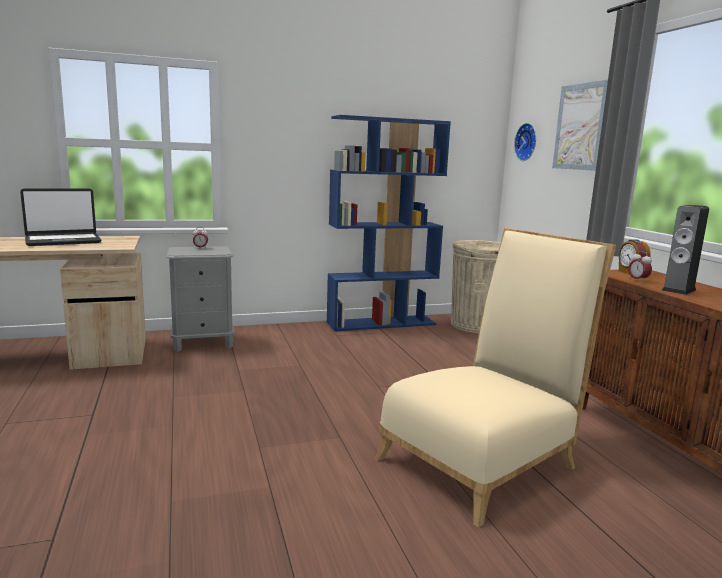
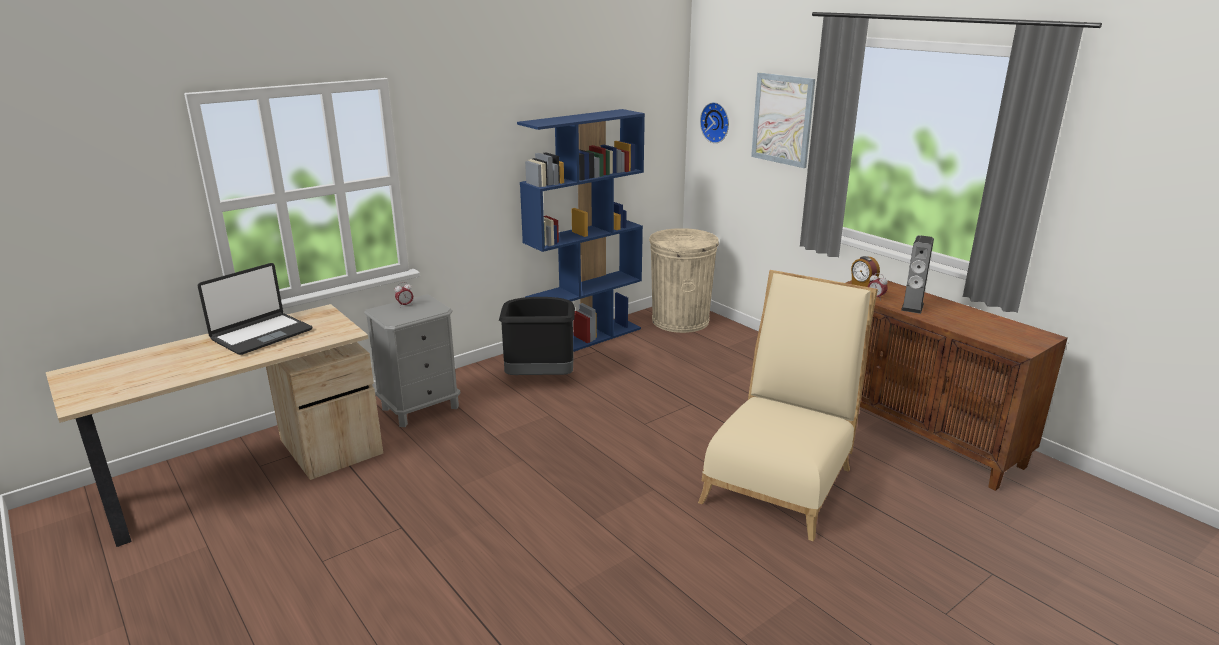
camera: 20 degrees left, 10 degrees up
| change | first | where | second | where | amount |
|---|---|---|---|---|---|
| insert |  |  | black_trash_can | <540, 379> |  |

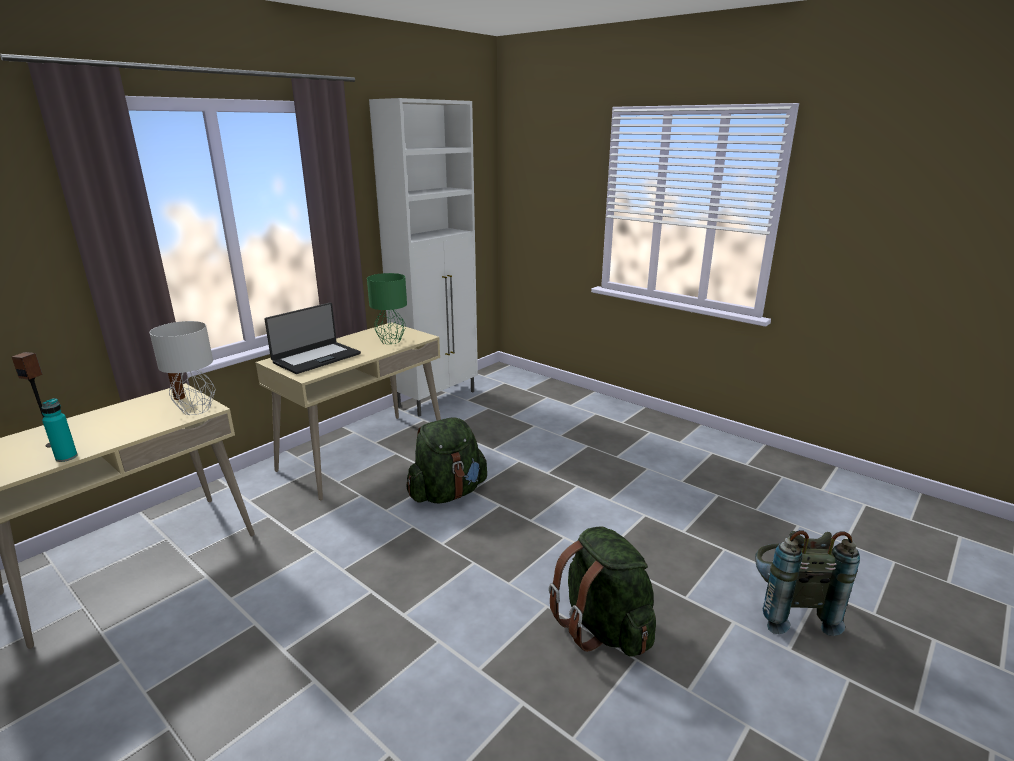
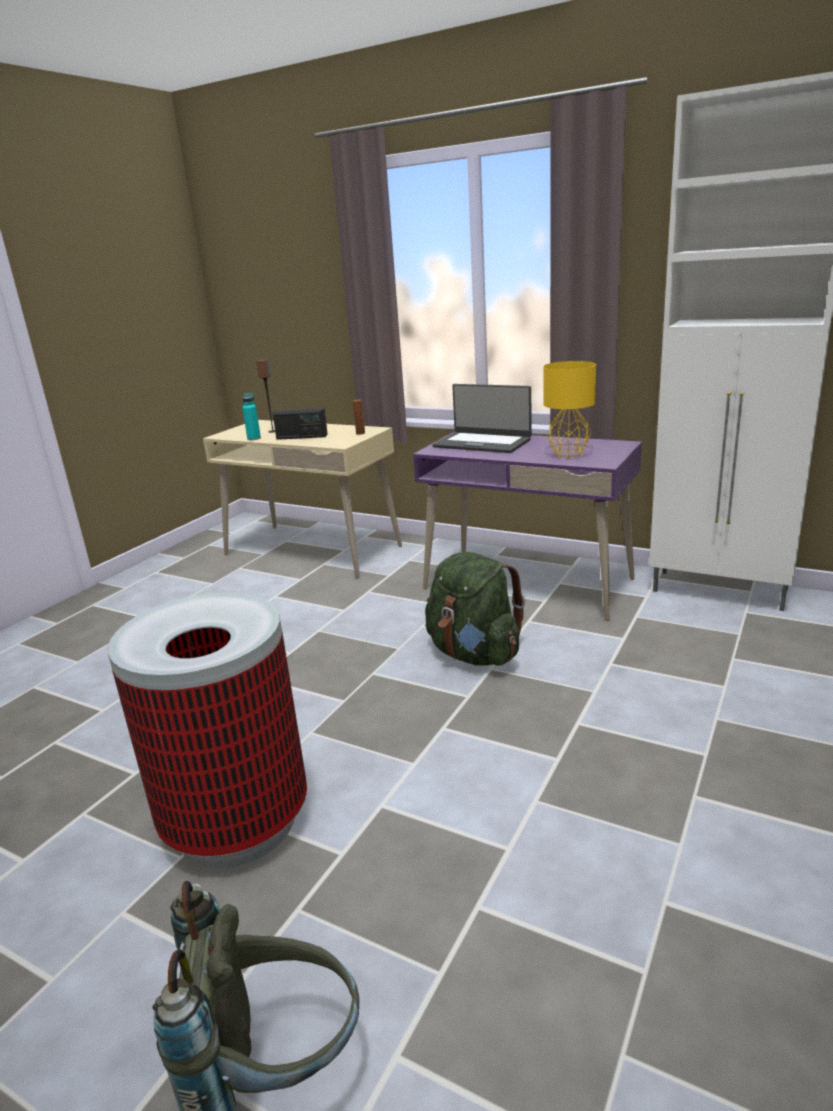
camera: 80 degrees right, 0 degrees up
| change | first | where | second | where | amount |
|---|---|---|---|---|---|
| replace | green_backpack | <603, 626> | trash_can | <237, 821> |  |
| insert |  |  | radio | <302, 437> |  |
| recolor | beige_desk | <363, 454> | purple_desk | <528, 584> |  |
| recolor | green_table_lamp | <390, 341> | yellow_table_lamp | <567, 454> |  |
| delete | grey_table_lamp | <196, 409> |  |  |  |

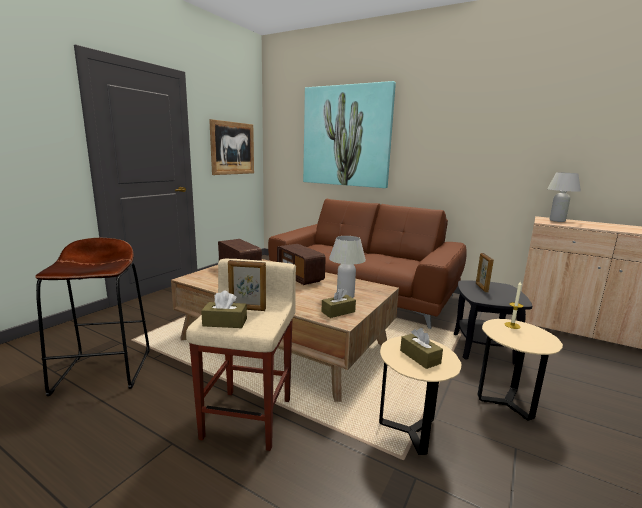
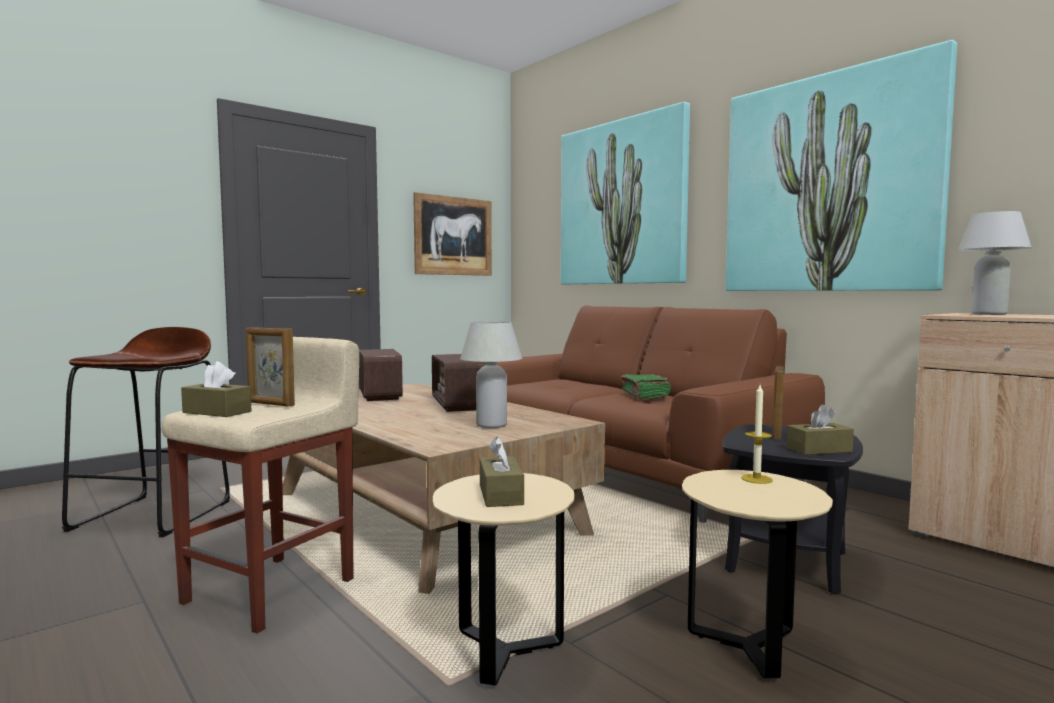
camera: 20 degrees right, 10 degrees down
| change | first | where | second | where | amount |
|---|---|---|---|---|---|
| insert |  |  | green_book | <645, 395> |  |
| insert |  |  | picture | <829, 184> |  |
| move | brown_tissue_box | <338, 312> |  | <819, 450> |  |

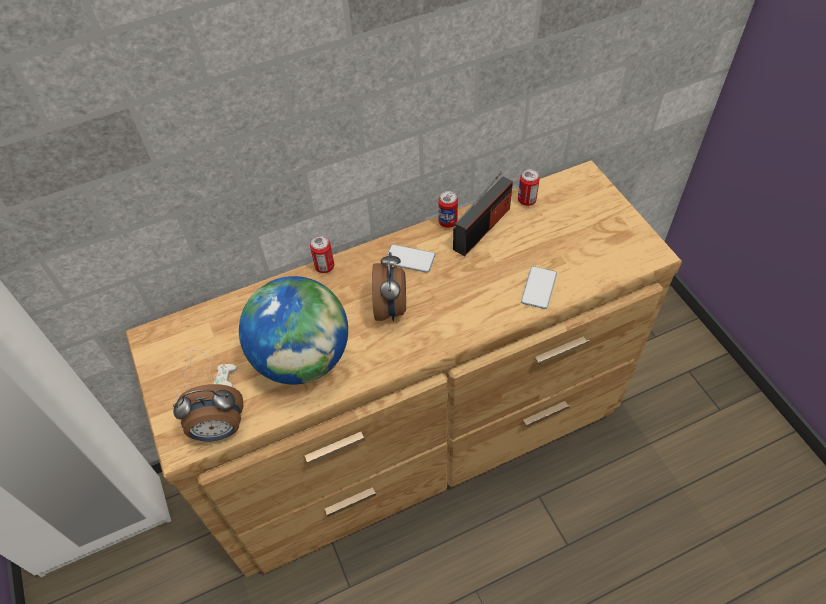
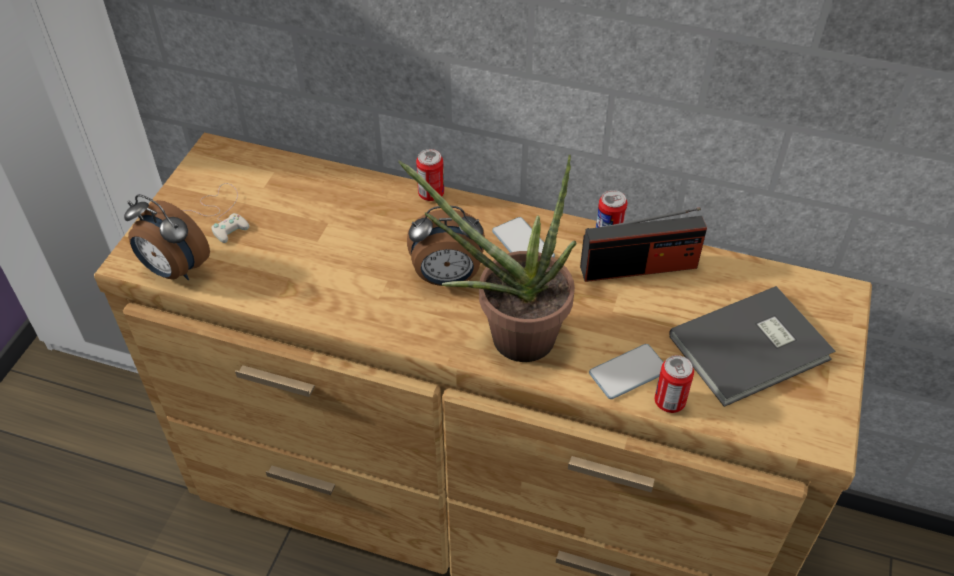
camera: 40 degrees right, 5 degrees down
| change | first | where | second | where | amount |
|---|---|---|---|---|---|
| insert |  |  | potted_plant | <508, 337> |  |
| rotate | alarm_clock | <391, 308> |  | <447, 278> | 45 degrees clockwise |
| move | can | <526, 200> |  | <669, 402> |  |
| insert |  |  | grey_book | <753, 349> |  |
| delete | globe | <303, 358> |  |  |  |

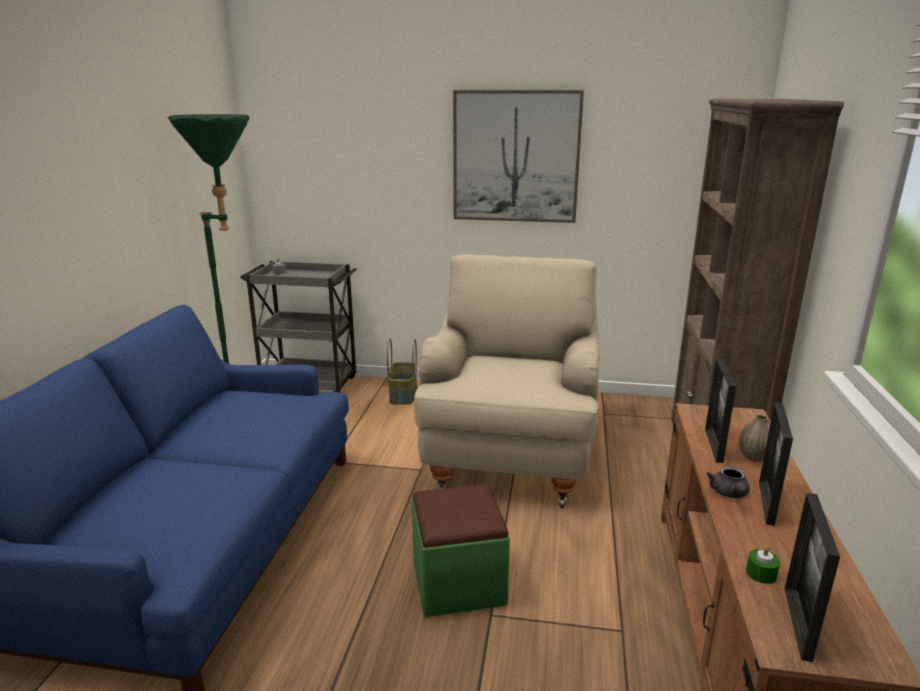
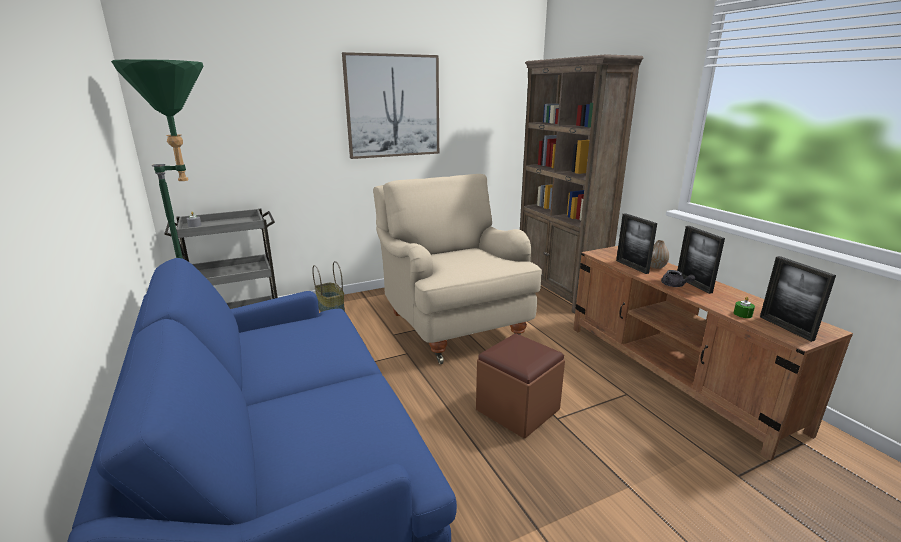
camera: 35 degrees left, 0 degrees up
| change | first | where | second | where | amount |
|---|---|---|---|---|---|
| recolor | green_ottoman | <458, 583> | brown_ottoman | <517, 410> |  |

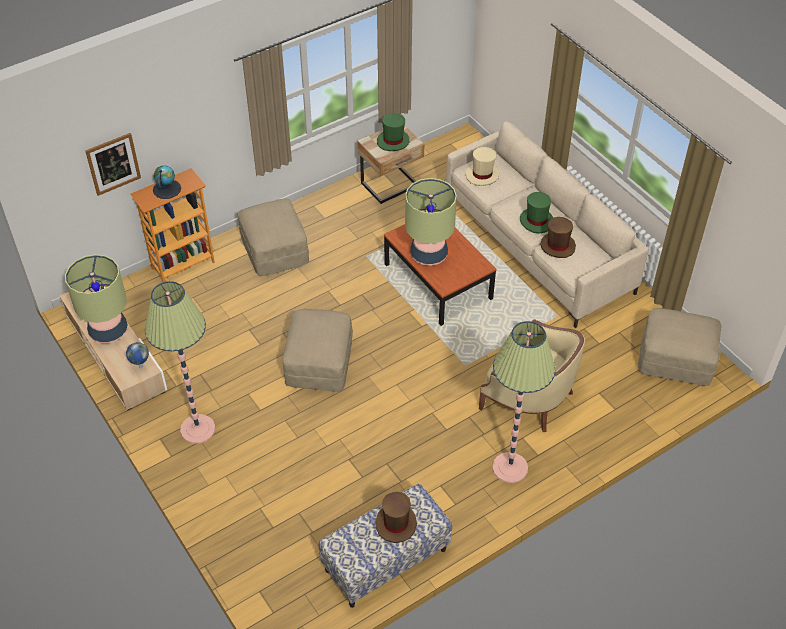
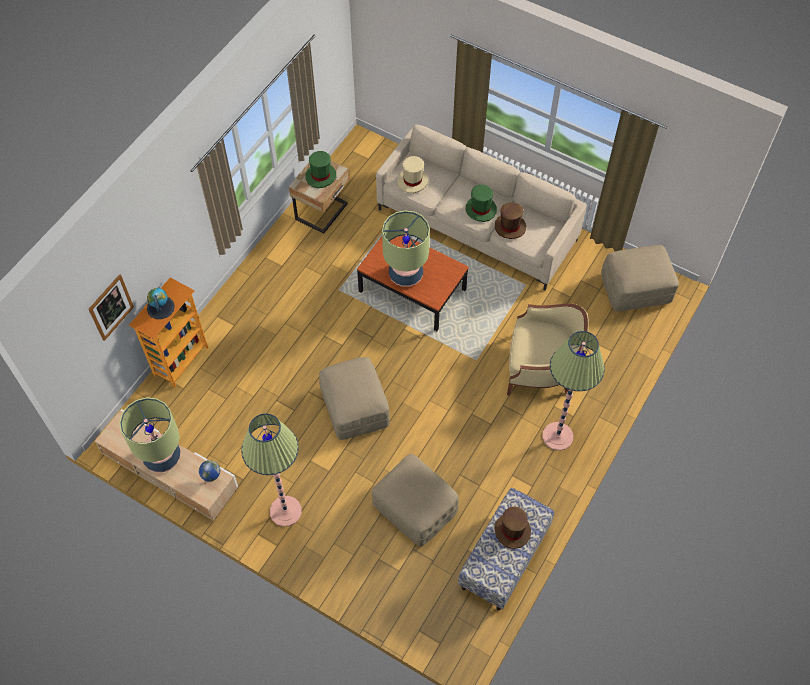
camera: 25 degrees left, 10 degrees up
| change | first | where | second | where | amount |
|---|---|---|---|---|---|
| move | beige_ottoman | <275, 250> |  | <415, 507> |  |

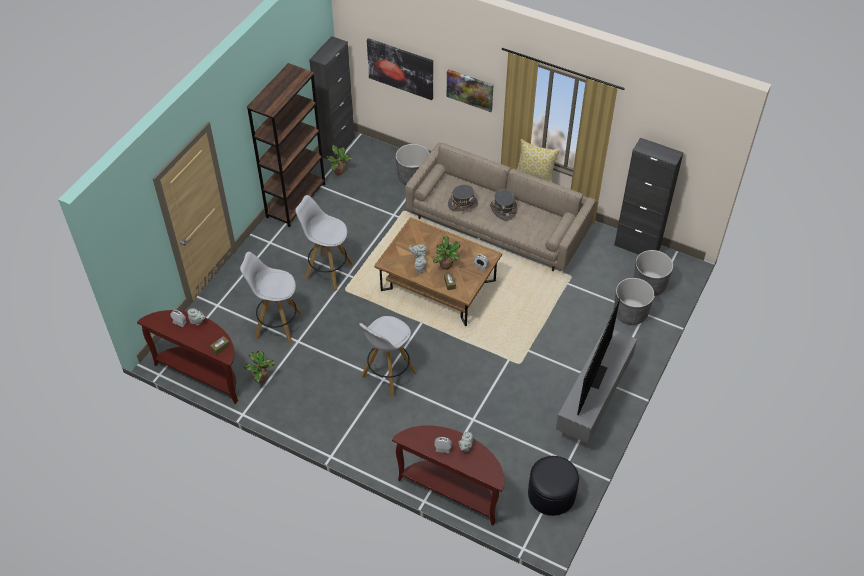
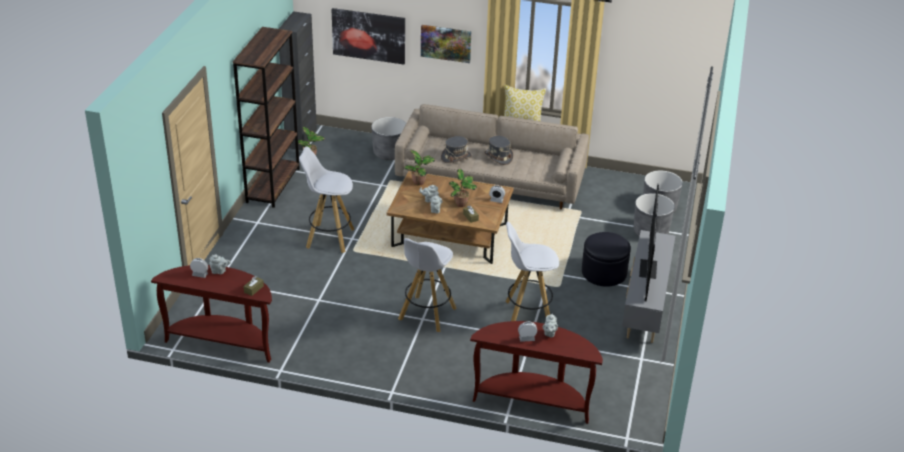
camera: 15 degrees left, 15 degrees down
| change | first | where | second | where | amount |
|---|---|---|---|---|---|
| move | potted_plant | <261, 378> |  | <419, 182> |  |
| move | white_stool | <277, 325> |  | <527, 315> |  |
| move | black_ottoman | <551, 494> |  | <604, 272> |  |
| delete | black_cabinet | <637, 246> |  |  |  |

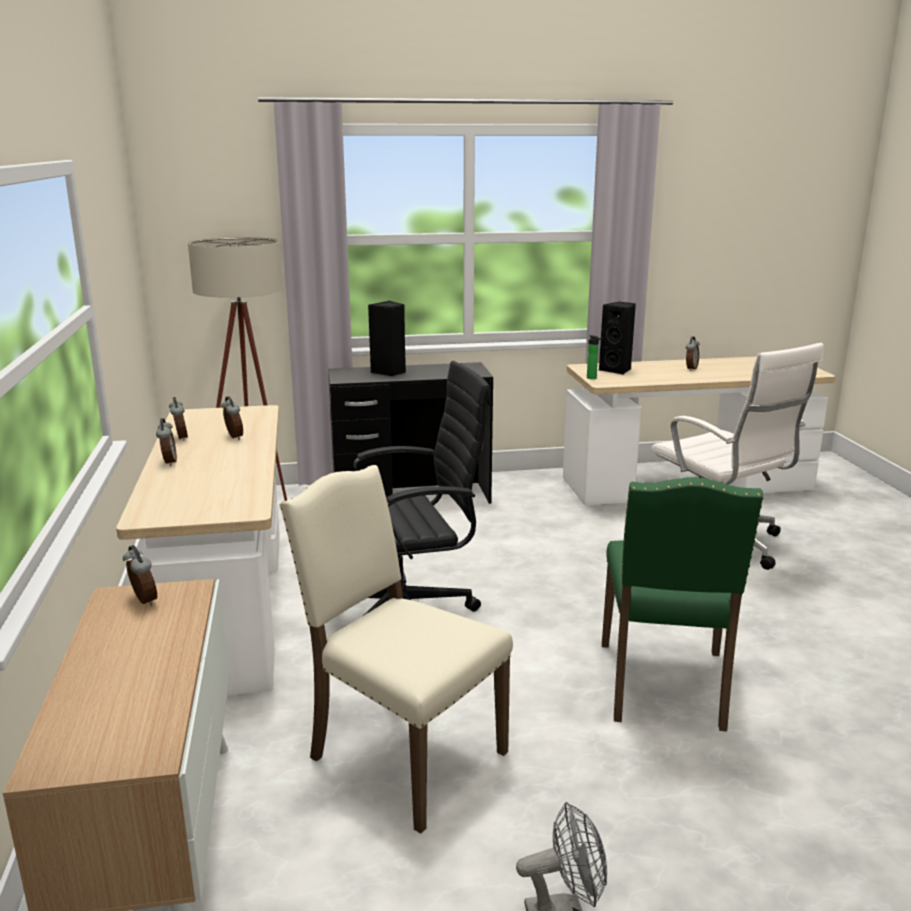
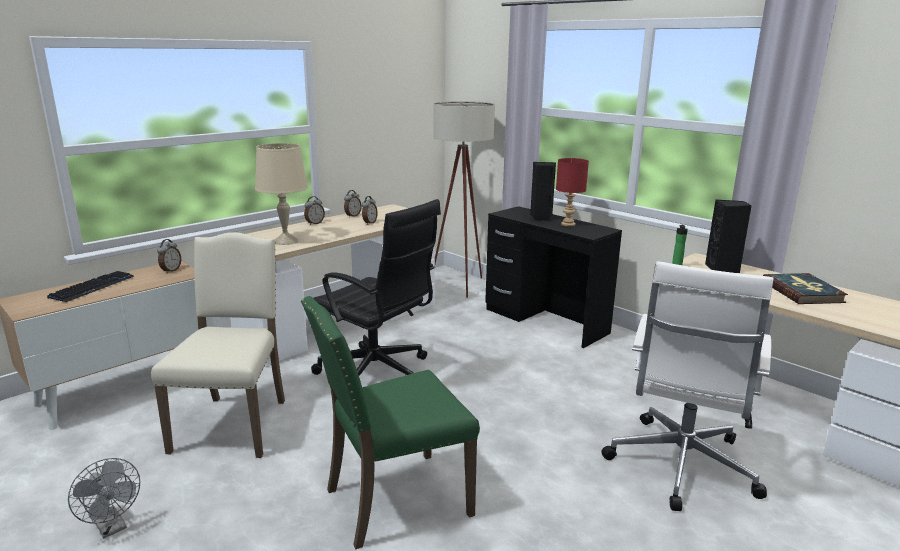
camera: 55 degrees right, 0 degrees up
| change | first | where | second | where | amount |
|---|---|---|---|---|---|
| insert |  |  | keyboard | <93, 287> |  |
| insert |  |  | beige_table_lamp | <285, 241> |  |
| insert |  |  | red_table_lamp | <567, 224> |  |
| replace | alarm_clock | <690, 369> | book | <802, 292> |  |

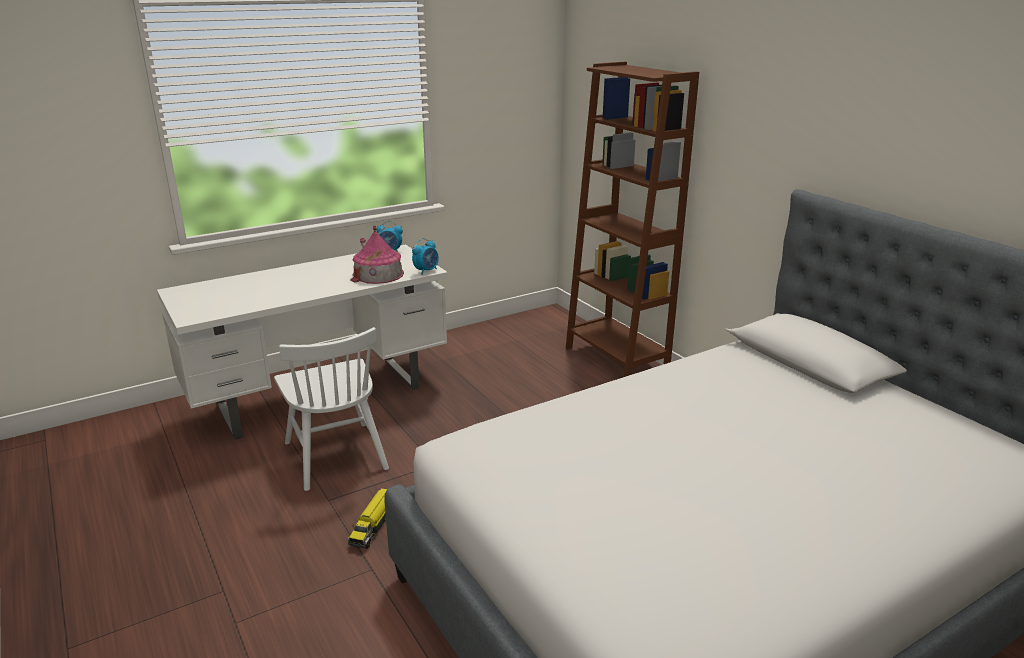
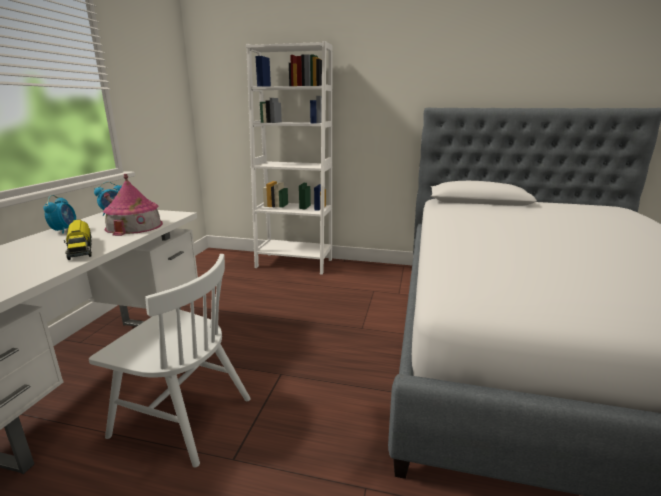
camera: 45 degrees left, 5 degrees down
| change | first | where | second | where | amount |
|---|---|---|---|---|---|
| move | alarm_clock | <426, 271> |  | <64, 230> |  |
| move | toy_truck | <373, 525> |  | <80, 248> |  |
| recolor | brown_bookcase | <616, 360> | white_bookcase | <294, 263> |  |

